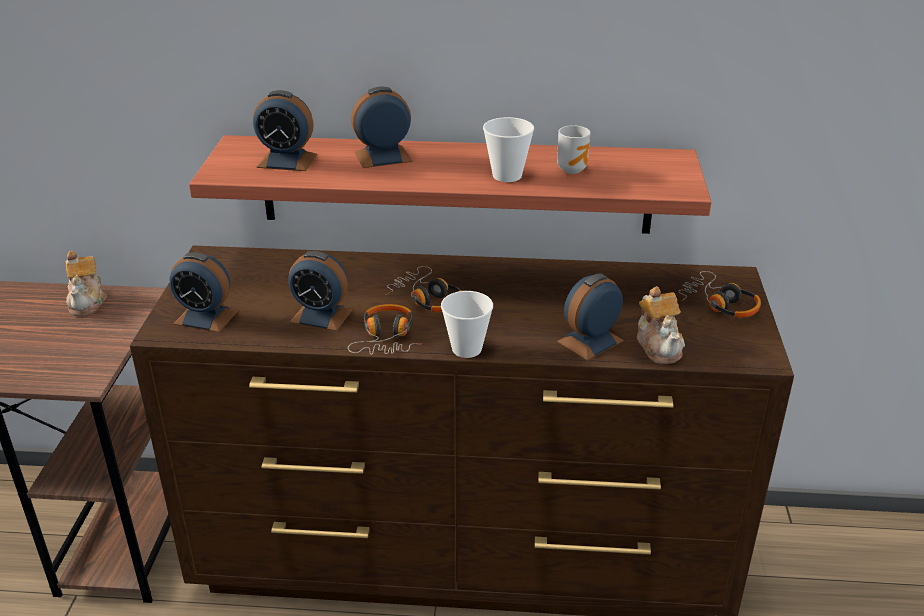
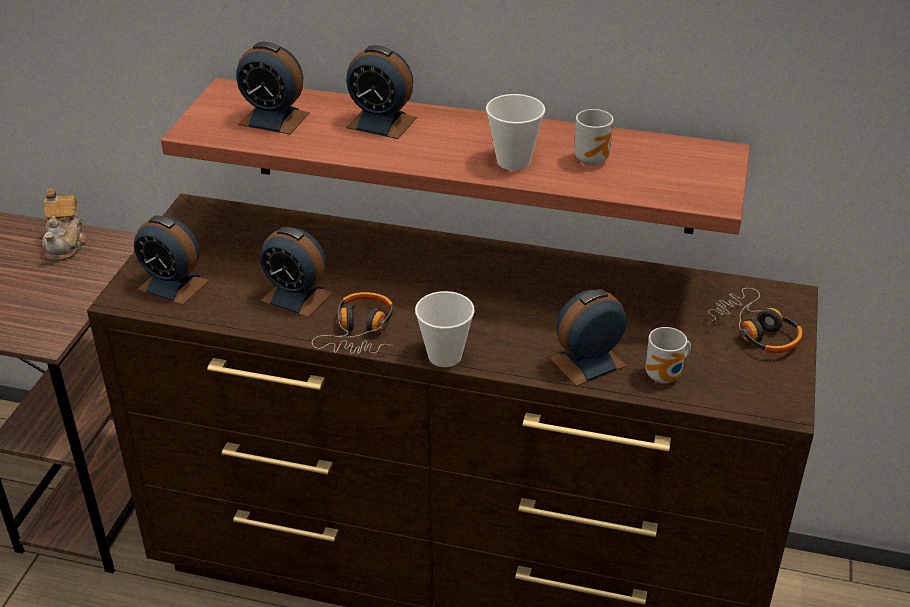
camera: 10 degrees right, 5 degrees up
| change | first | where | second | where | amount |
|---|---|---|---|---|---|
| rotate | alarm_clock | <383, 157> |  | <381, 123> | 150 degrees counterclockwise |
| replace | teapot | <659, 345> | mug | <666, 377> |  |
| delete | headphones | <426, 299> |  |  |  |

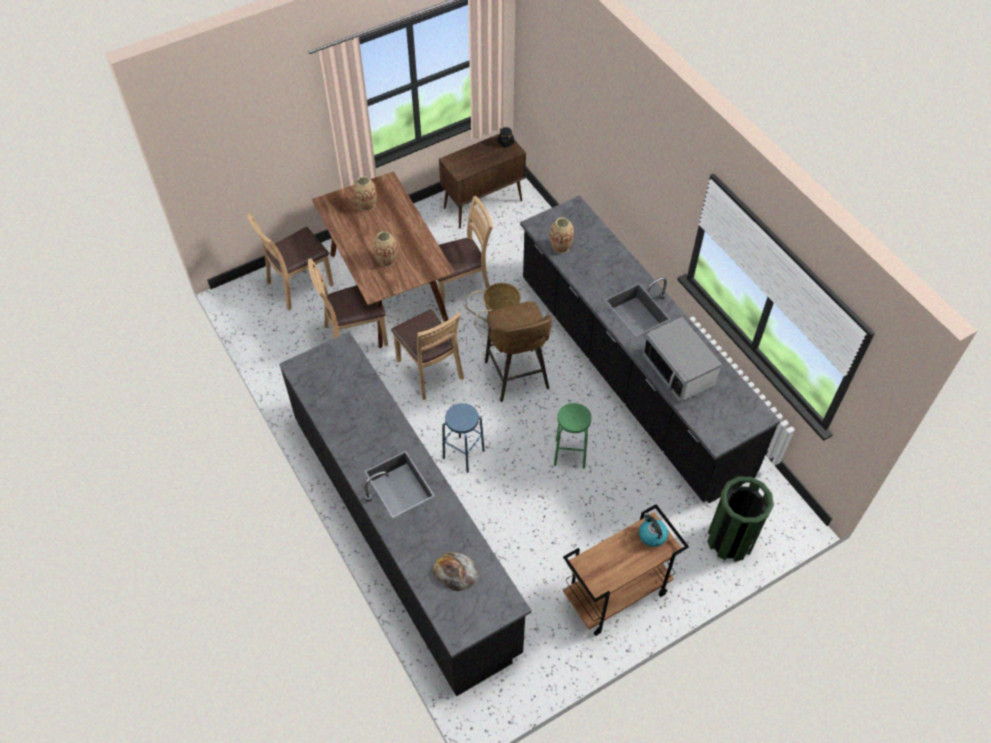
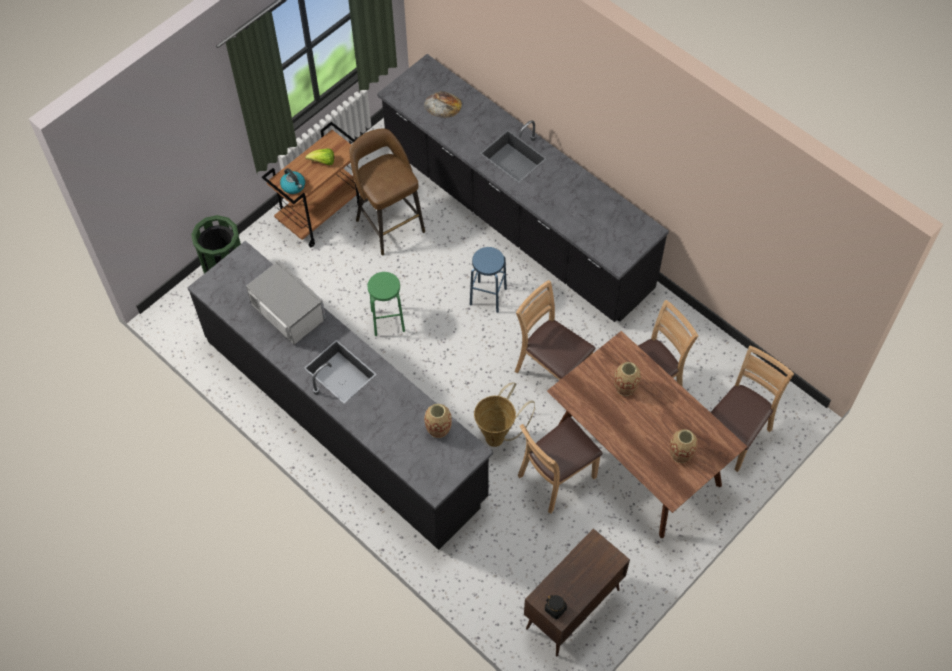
camera: 165 degrees right, 5 degrees up
| change | first | where | second | where | amount |
|---|---|---|---|---|---|
| insert |  |  | lettuce | <323, 162> |  |
| move | brown_stool | <517, 377> |  | <389, 224> |  |

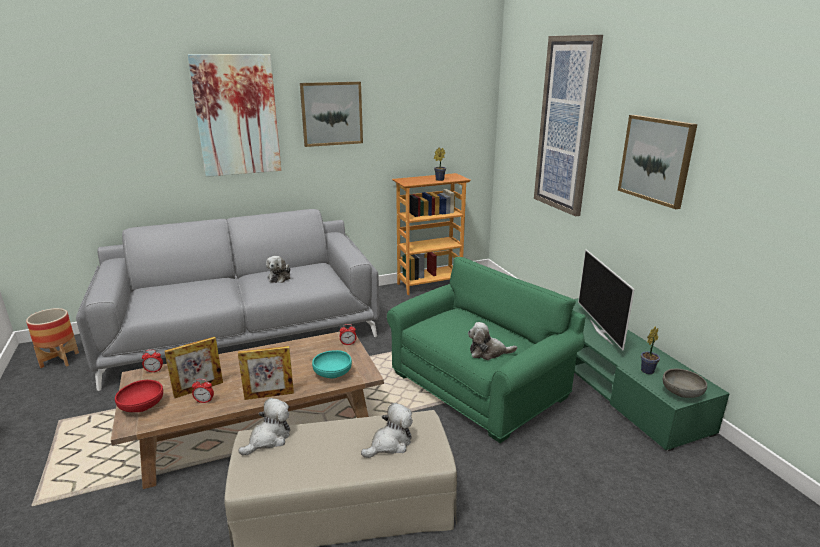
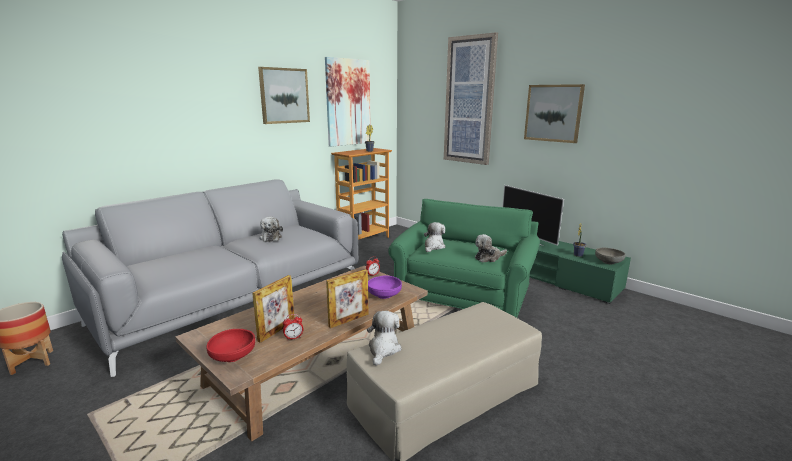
camera: 25 degrees left, 5 degrees down
| change | first | where | second | where | amount |
|---|---|---|---|---|---|
| move | picture | <237, 116> |  | <348, 102> |  |
| recolor | turquoise_bowl | <332, 374> | purple_bowl | <384, 295> |  |
| move | plush_toy | <390, 444> |  | <433, 247> |  |
| delete | alarm_clock | <154, 371> |  |  |  |

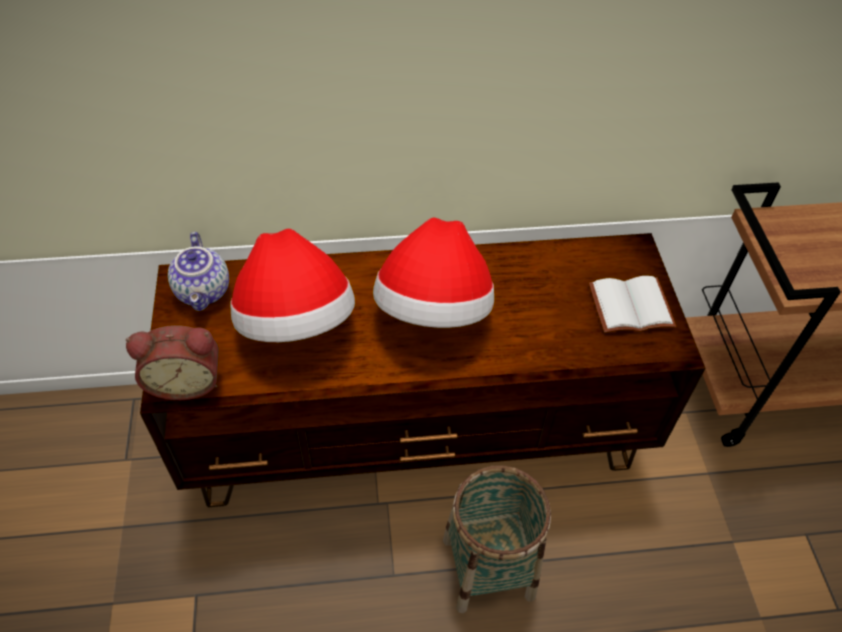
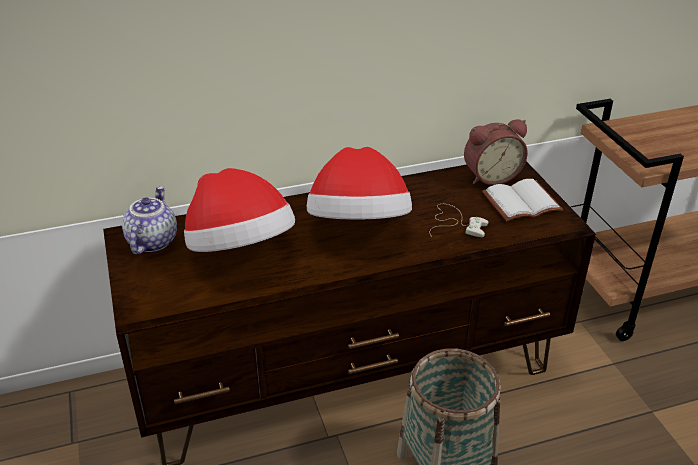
camera: 10 degrees left, 15 degrees down
| change | first | where | second | where | amount |
|---|---|---|---|---|---|
| rotate | teapot | <204, 292> |  | <151, 241> | 150 degrees counterclockwise |
| insert |  |  | white_game_controller | <455, 223> |  |
| move | alarm_clock | <186, 381> |  | <490, 176> |  |

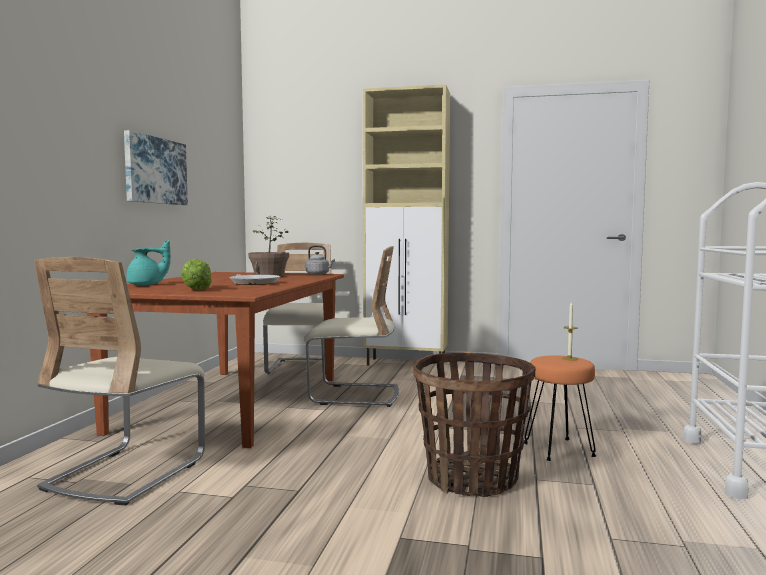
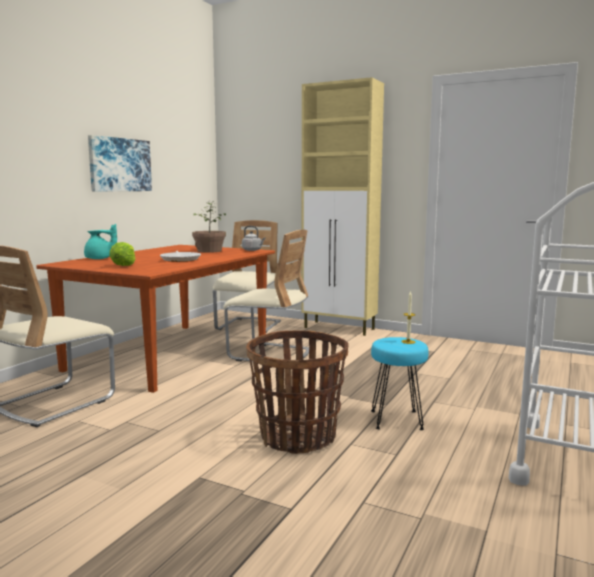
camera: 15 degrees right, 5 degrees up
| change | first | where | second | where | amount |
|---|---|---|---|---|---|
| recolor | orange_stool | <559, 449> | turquoise_stool | <397, 420> |  |

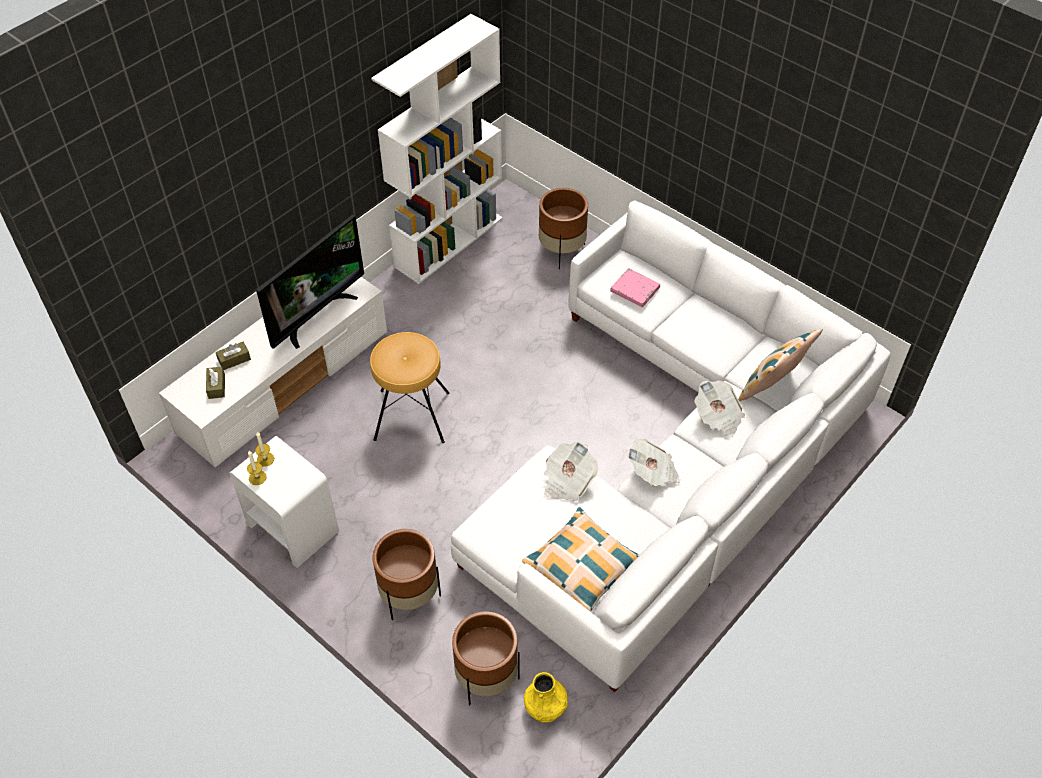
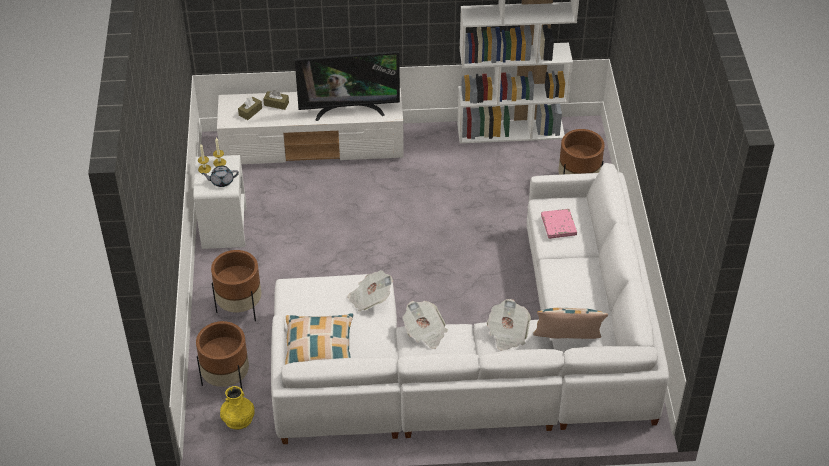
camera: 45 degrees right, 5 degrees down
| change | first | where | second | where | amount |
|---|---|---|---|---|---|
| insert |  |  | grey_teapot | <221, 181> |  |
| delete | brown_stool | <412, 415> |  |  |  |

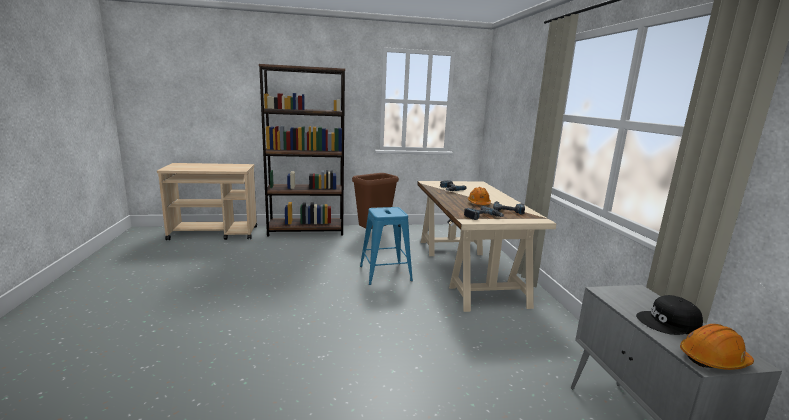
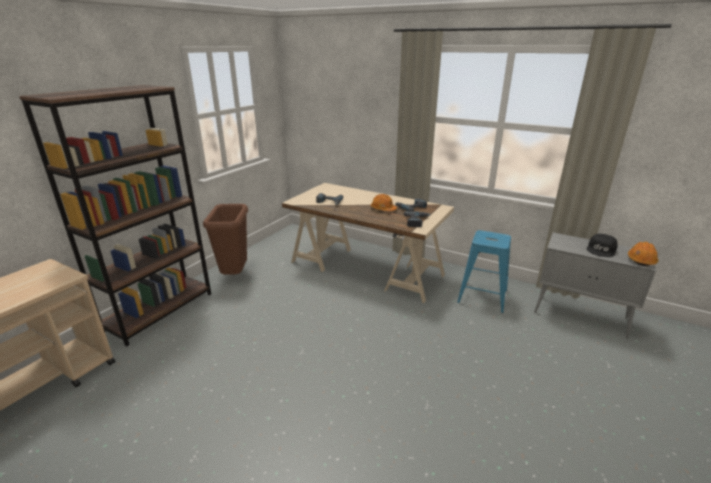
camera: 50 degrees left, 10 degrees up
| change | first | where | second | where | amount |
|---|---|---|---|---|---|
| move | blue_stool | <385, 273> |  | <482, 296> |  |

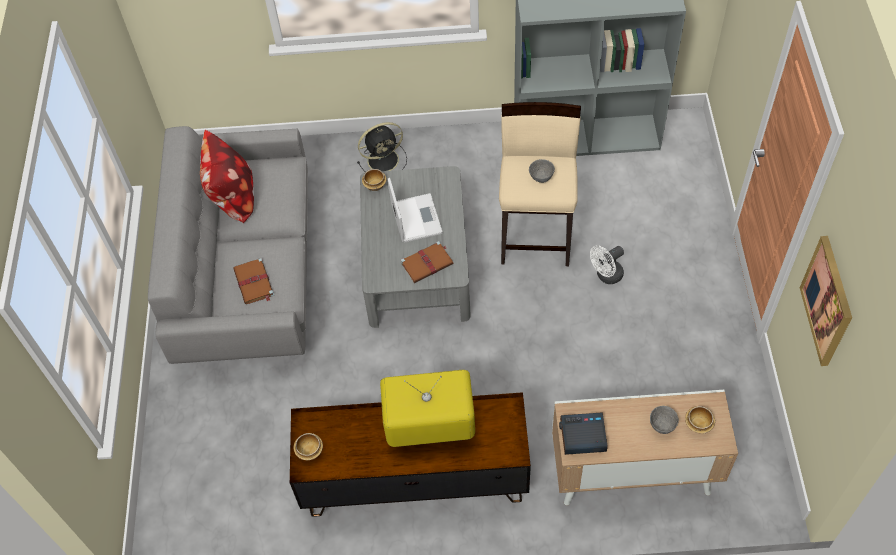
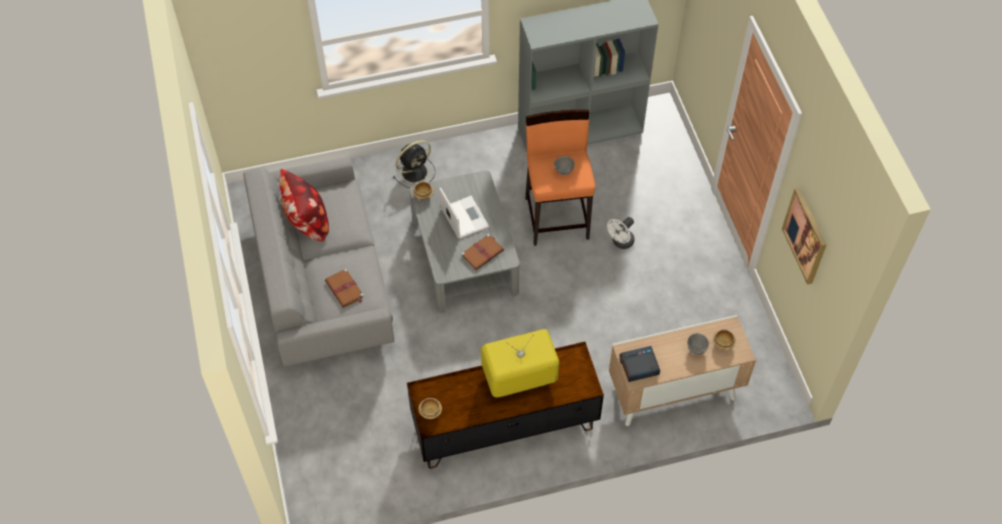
camera: 15 degrees left, 0 degrees up
| change | first | where | second | where | amount |
|---|---|---|---|---|---|
| recolor | beige_stool | <536, 235> | orange_stool | <557, 217> |  |

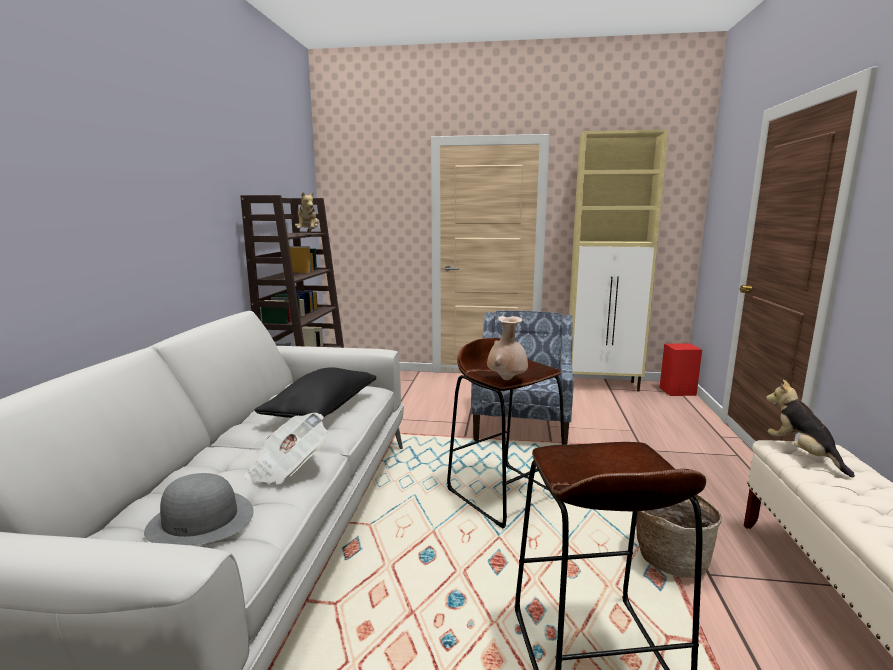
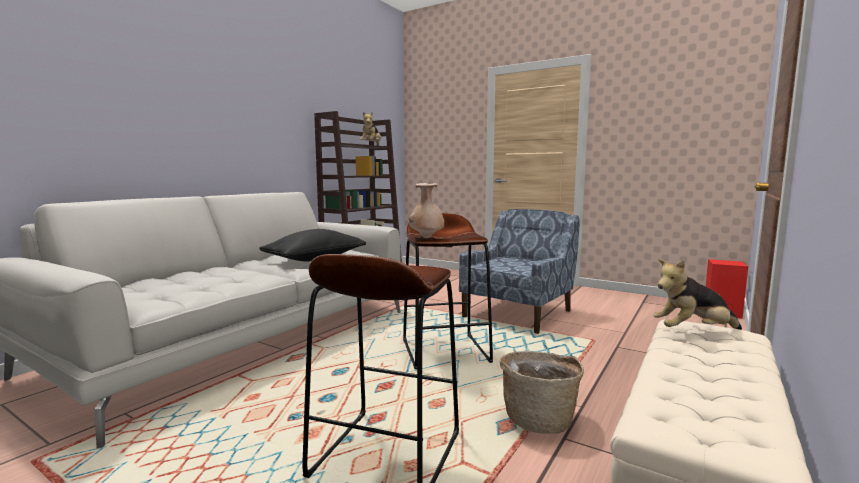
camera: 25 degrees right, 5 degrees down
| change | first | where | second | where | amount |
|---|---|---|---|---|---|
| rotate | plush_toy | <802, 454> |  | <693, 331> | 105 degrees counterclockwise |
| delete | grey_hat | <201, 520> |  |  |  |
| delete | newspaper | <287, 468> |  |  |  |
| delete | beige_cabinet | <603, 385> |  |  |  |

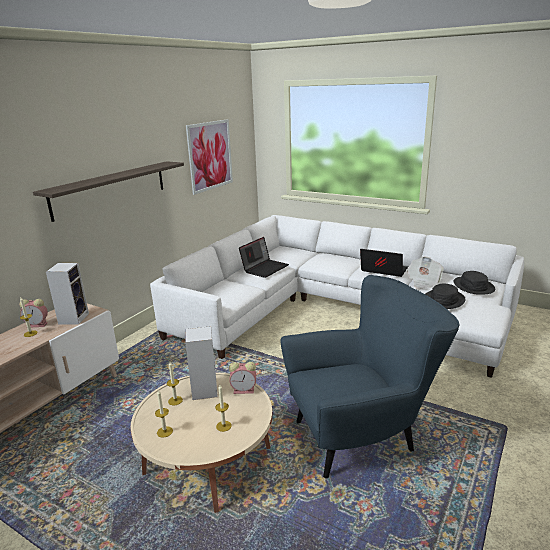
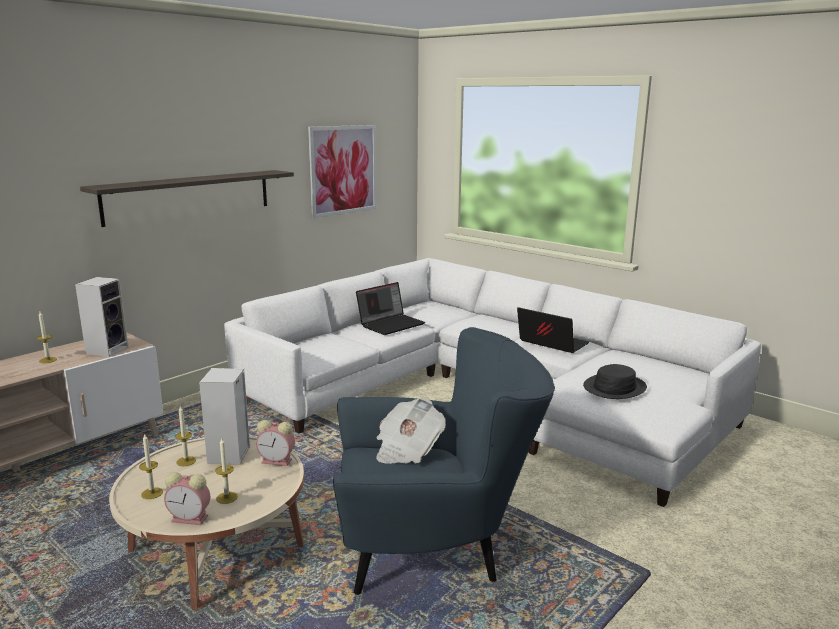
camera: 10 degrees right, 5 degrees down
| change | first | where | second | where | amount |
|---|---|---|---|---|---|
| move | alarm_clock | <38, 324> |  | <191, 518> |  |
| move | newspaper | <423, 282> |  | <407, 449> |  |
| delete | black_hat | <473, 286> |  |  |  |

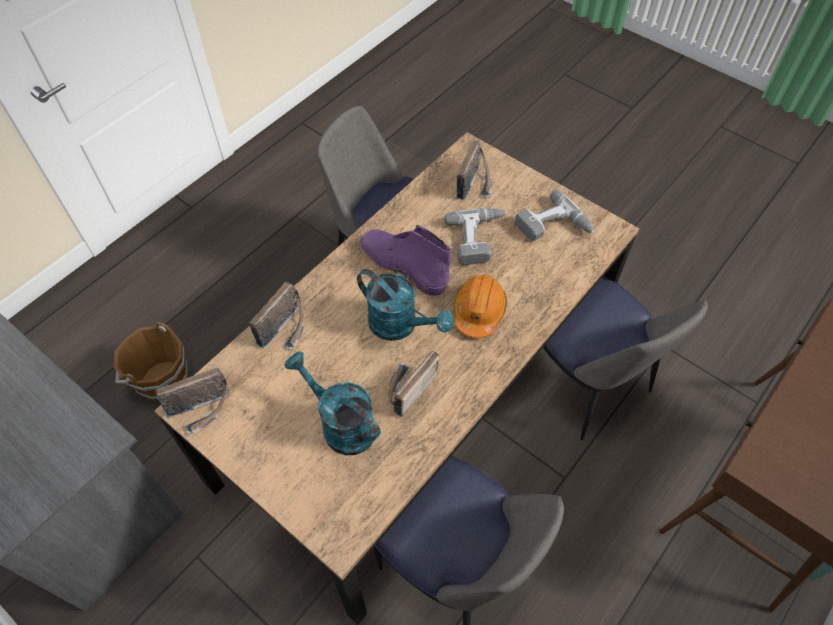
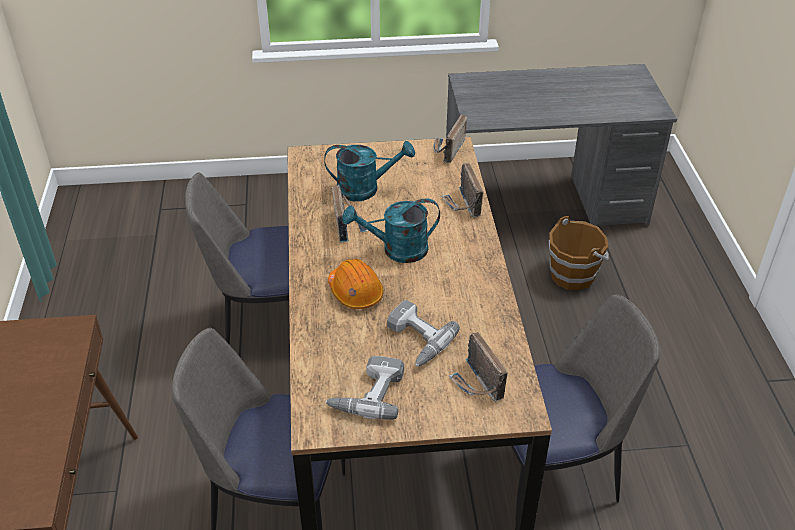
camera: 135 degrees right, 15 degrees down
| change | first | where | second | where | amount |
|---|---|---|---|---|---|
| delete | purple_boot | <403, 265> |  |  |  |

